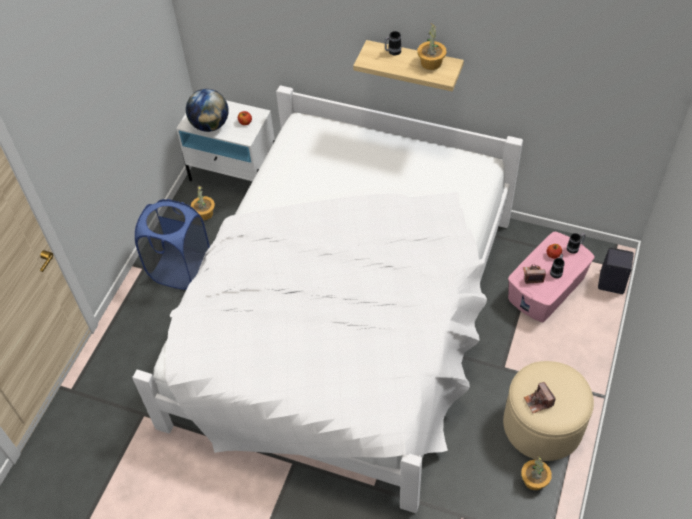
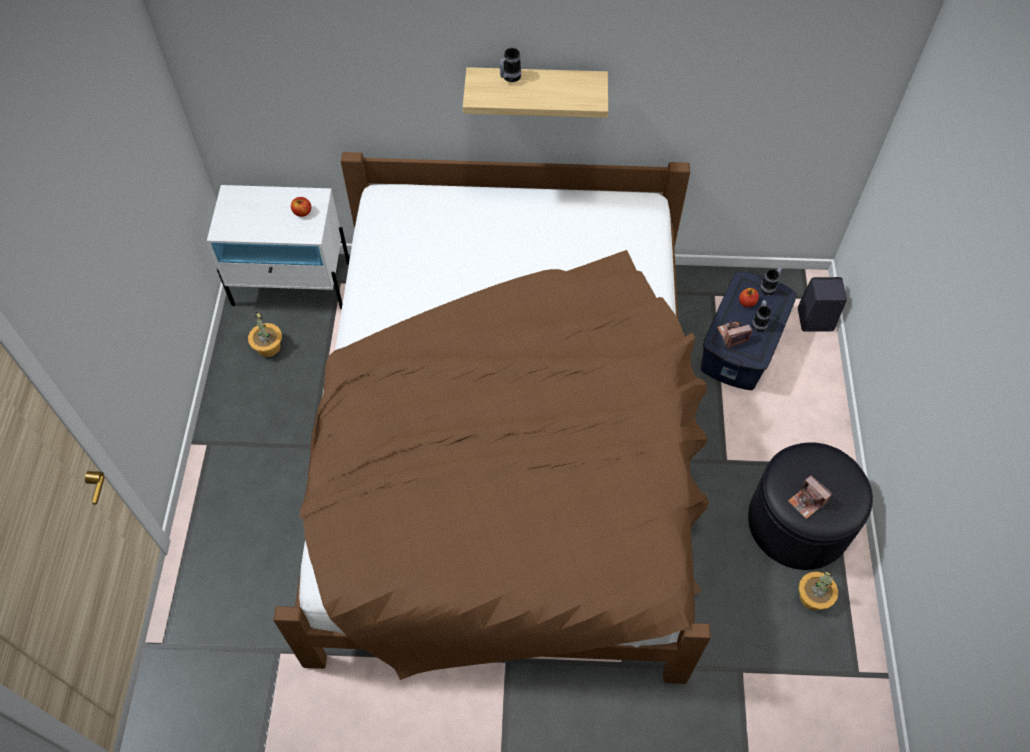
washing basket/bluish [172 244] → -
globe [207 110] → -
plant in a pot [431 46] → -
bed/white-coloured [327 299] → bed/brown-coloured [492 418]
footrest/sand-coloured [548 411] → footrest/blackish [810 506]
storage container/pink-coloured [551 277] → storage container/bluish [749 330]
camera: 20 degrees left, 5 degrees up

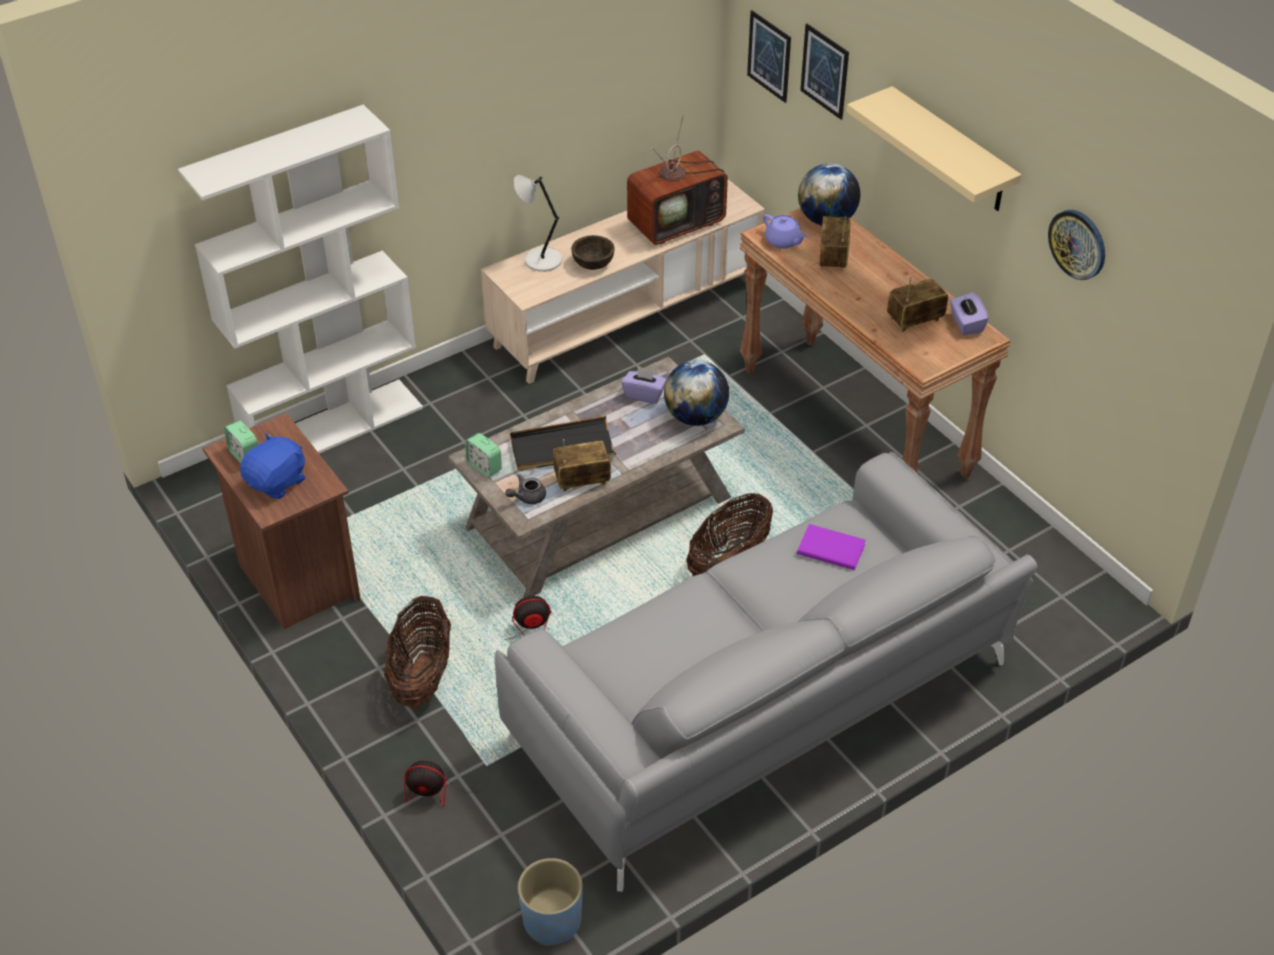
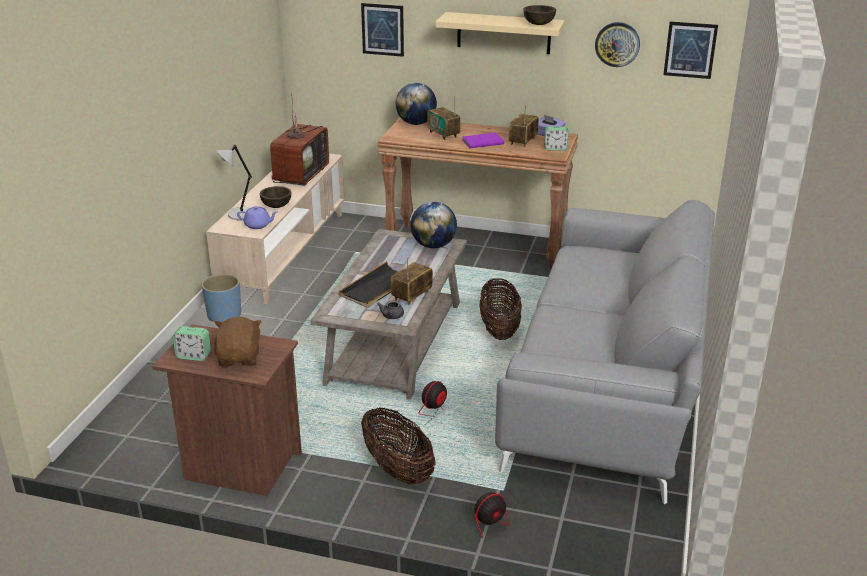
bookshelf/white-coloured [300 278] → -
tissue holder/purple [644 385] → -
- → bowl/brown-coloured [540 15]
alarm clock [483 455] → alarm clock [556 138], move
flower pot/bluish [550 902] → flower pot/bluish [221 298], move
picture [769 56] → picture [690 50], move
pot for tea/purple [785 231] → pot for tea/purple [257 217], move
bound book/purple [831 547] → bound book/purple [483 140], move
plush toy/bluish [272 466] → plush toy/brown-coloured [238 341]
camera: 40 degrees left, 15 degrees down

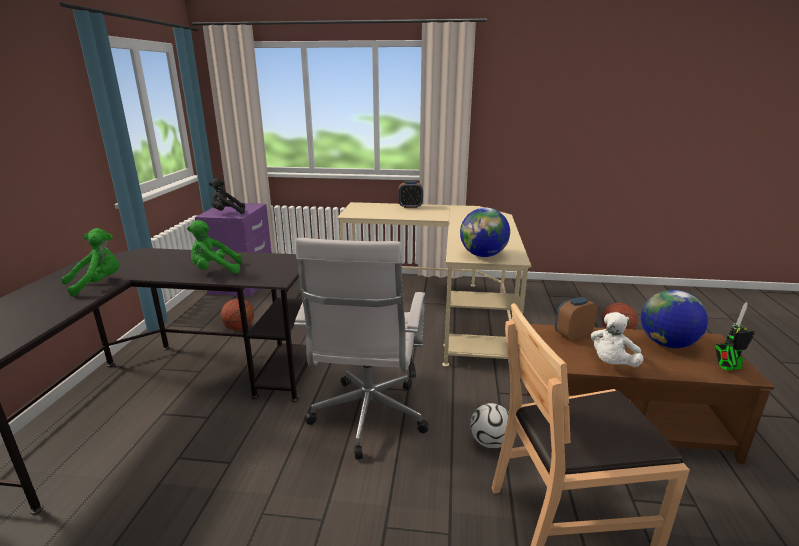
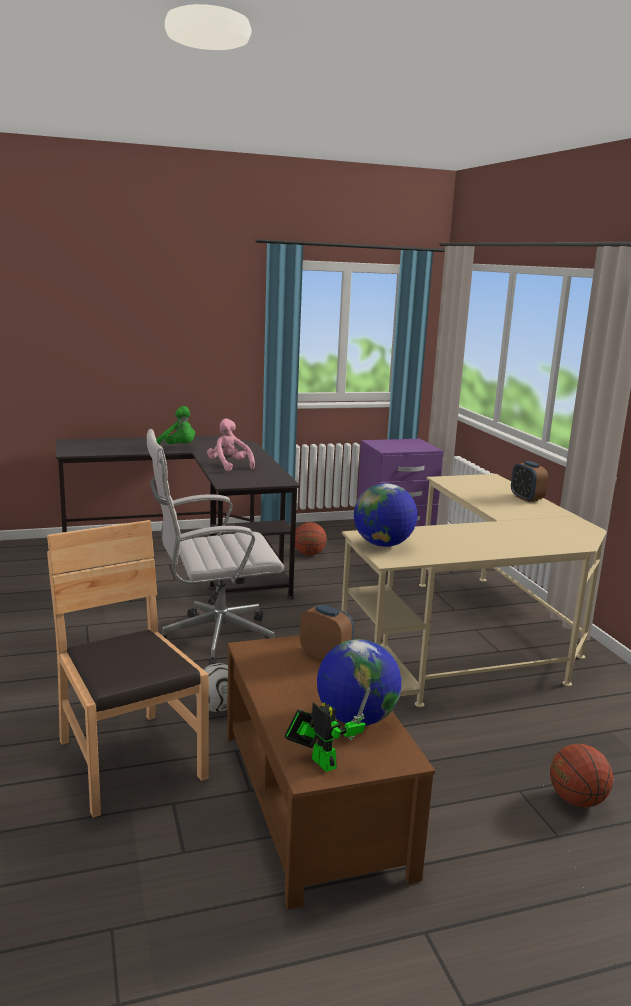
plush toy/blackish [227 196] → -
plush toy/white-coloured [617 339] → -
plush toy/green [214 247] → plush toy/pink-coloured [231 445]
camera: 65 degrees right, 5 degrees down

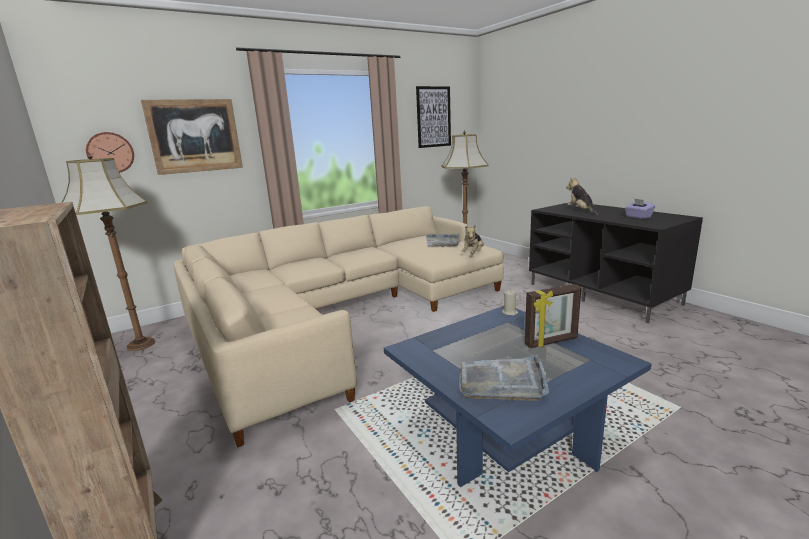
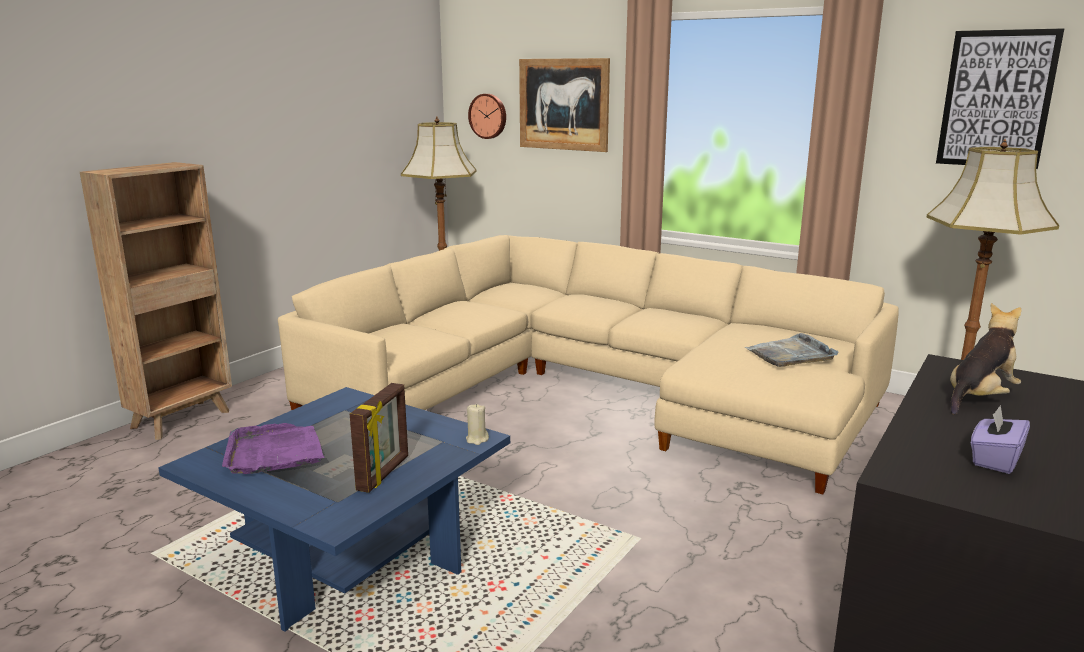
plush toy [472 239] → -
serving tray/greyish [504 378] → serving tray/purple [273 448]
picture frame [553 316] → picture frame [379 438], 120 degrees counterclockwise
camera: 65 degrees right, 0 degrees up

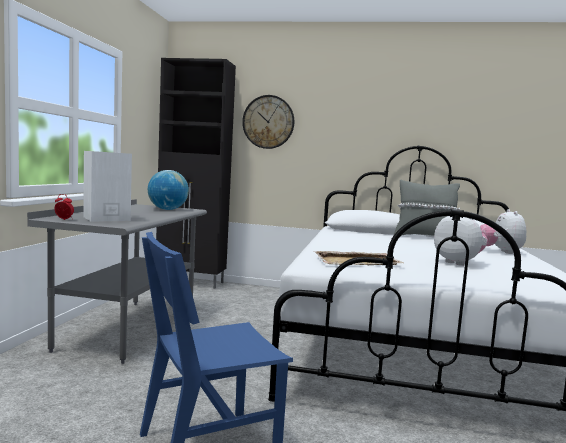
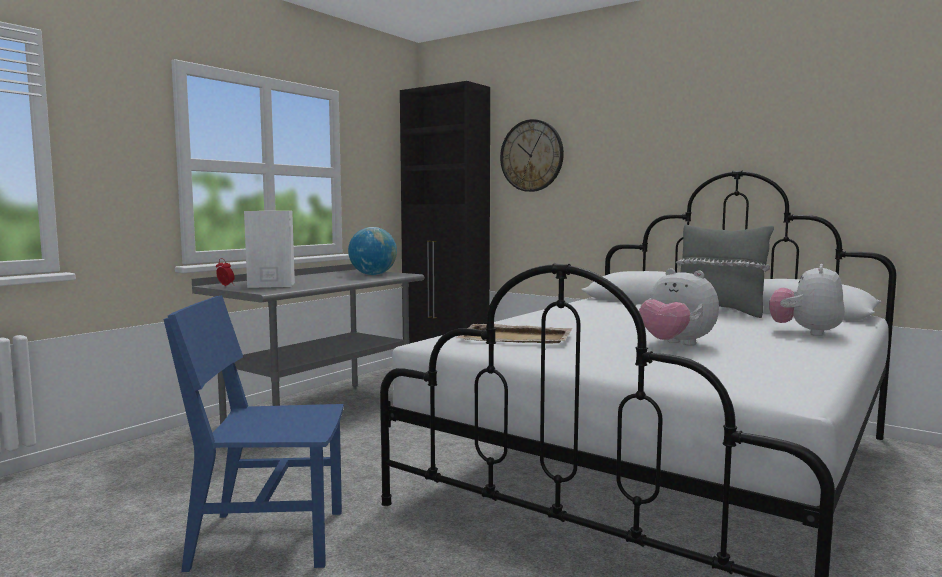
plush toy [461 241] → plush toy [679 307], 150 degrees clockwise
camera: 25 degrees right, 0 degrees up

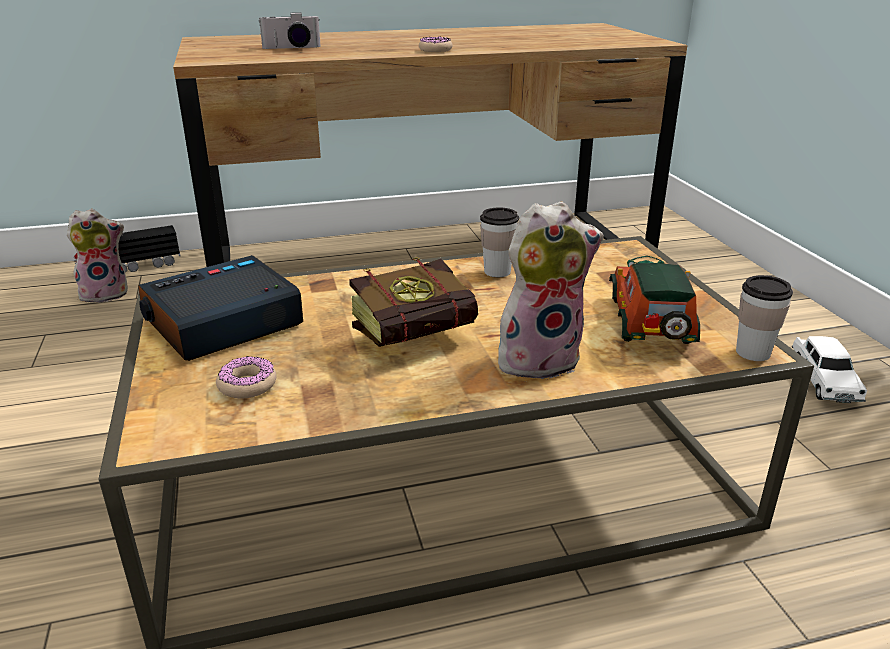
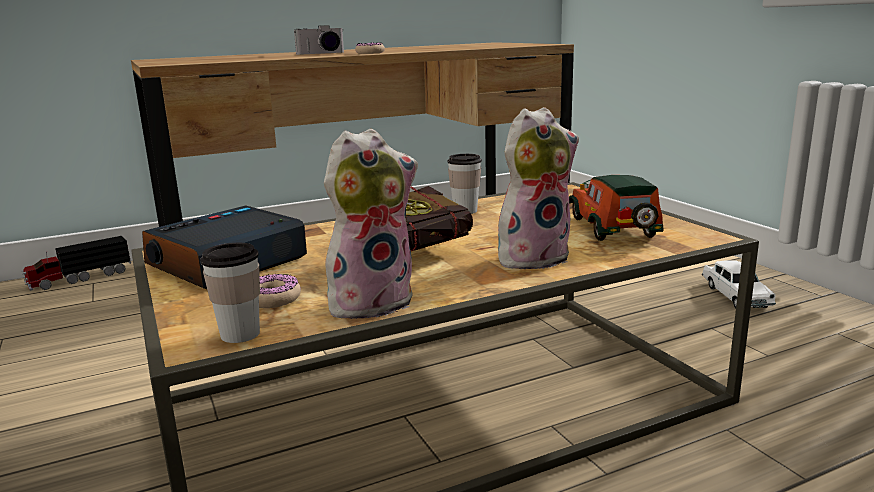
plush toy [97 256] → plush toy [371 225], move
photo camera [289 30] → photo camera [319 40], move
cup [764 318] → cup [230 293], move
camera: 10 degrees left, 10 degrees down

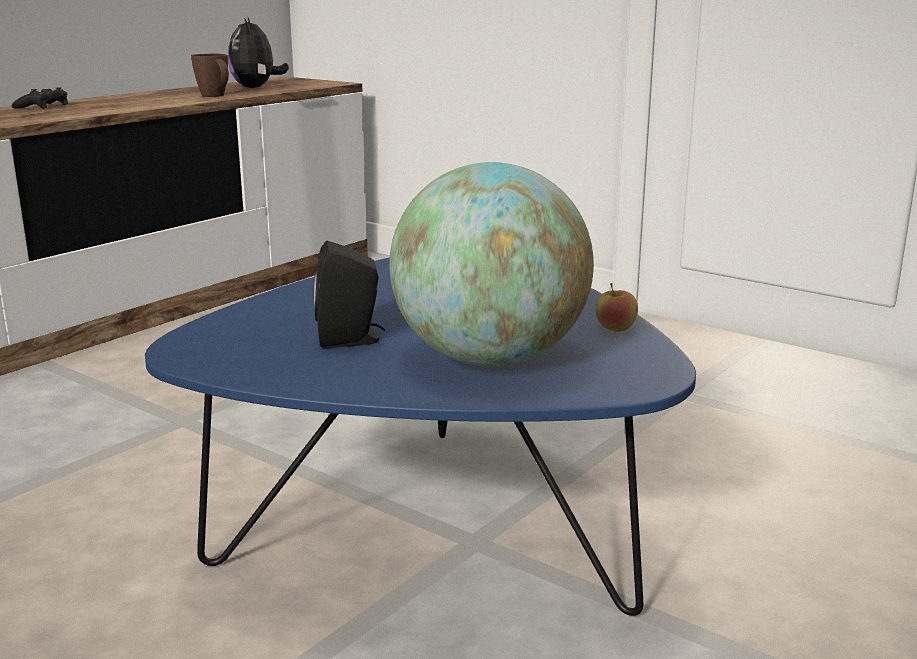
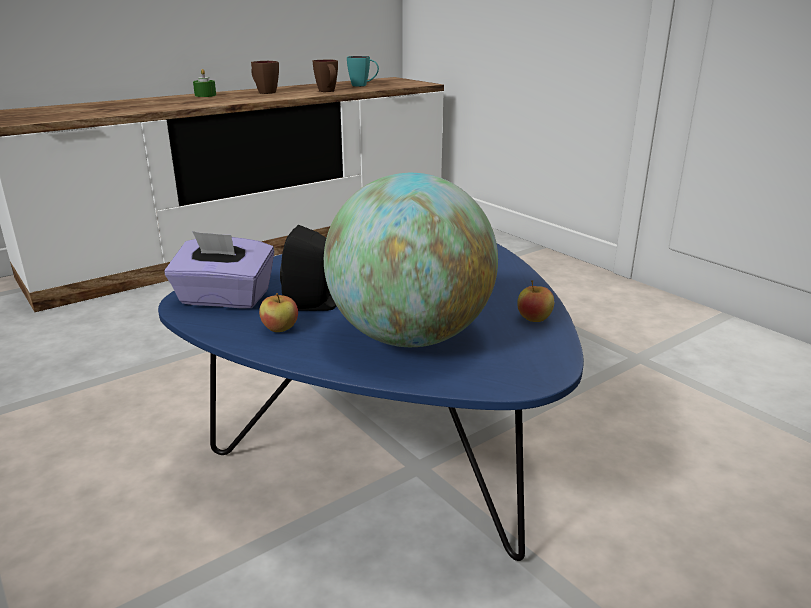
- → tissue holder/purple [219 269]
- → coffee mug/brown-coloured [265 77]
- → apple fruit [278 312]
gamepad/blackish [40 98] → wax candle/green [204 83]
plush toy [258 52] → coffee mug/turquoise [363 71]
camera: 15 degrees right, 5 degrees up

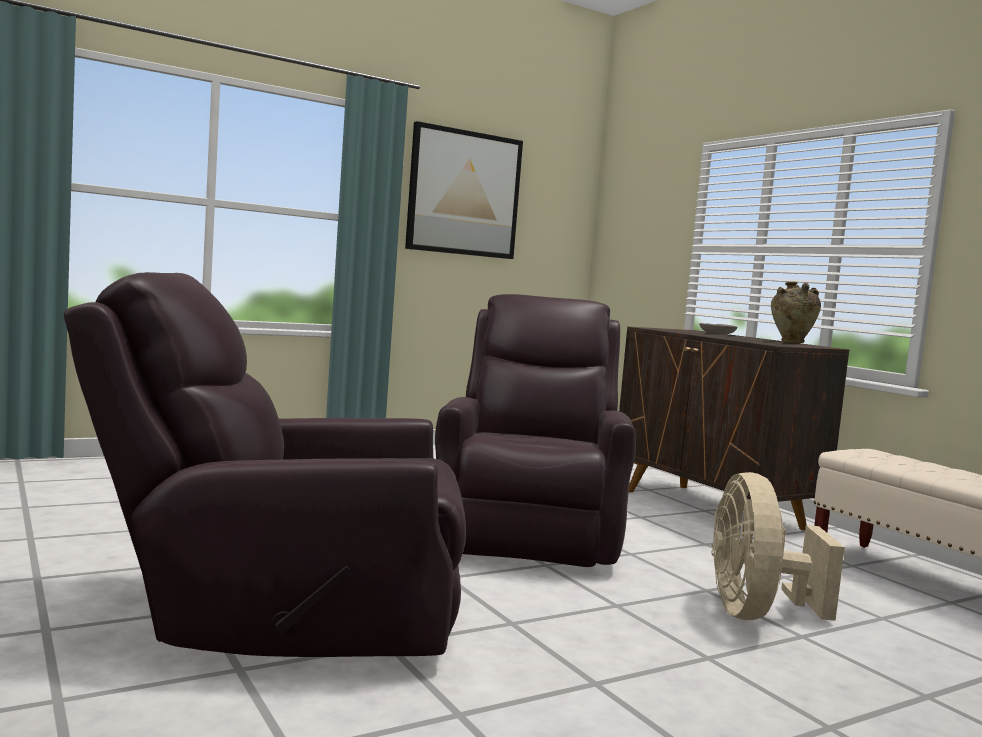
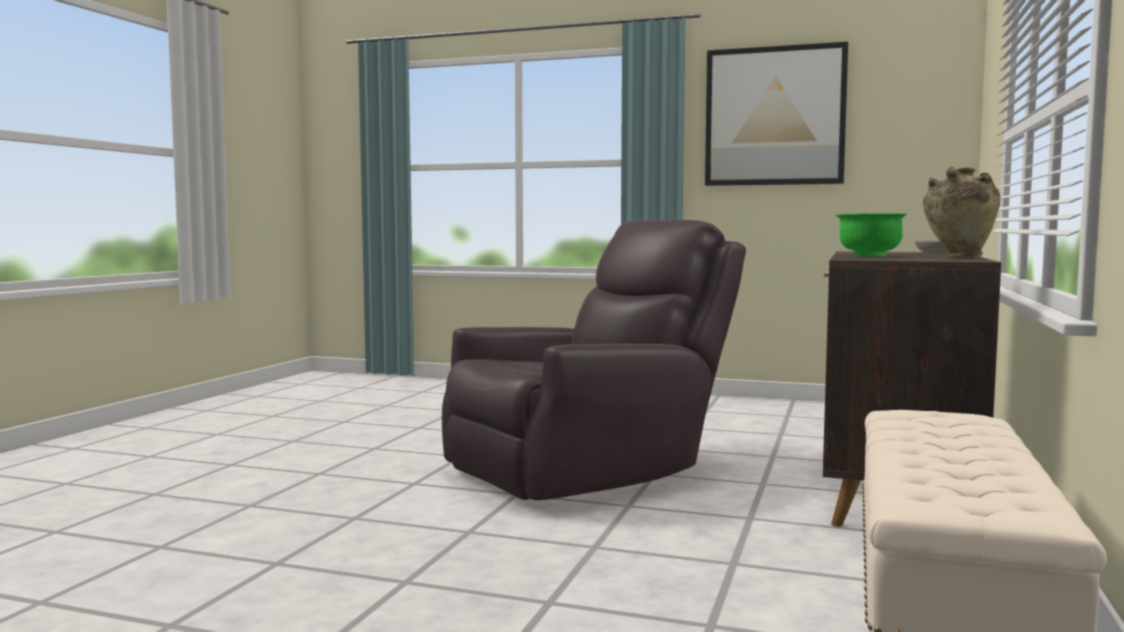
easy chair/brown-coloured [264 464] → -
cooling fan/sand-coloured [778 546] → -
- → bowl/green [871 235]
camera: 50 degrees right, 0 degrees up

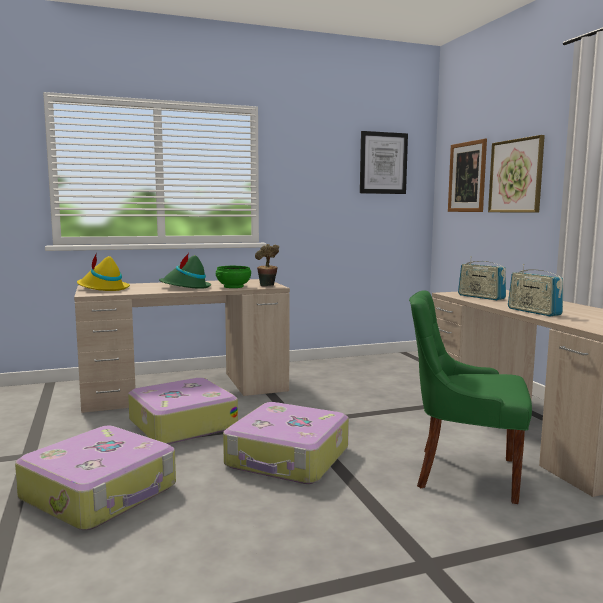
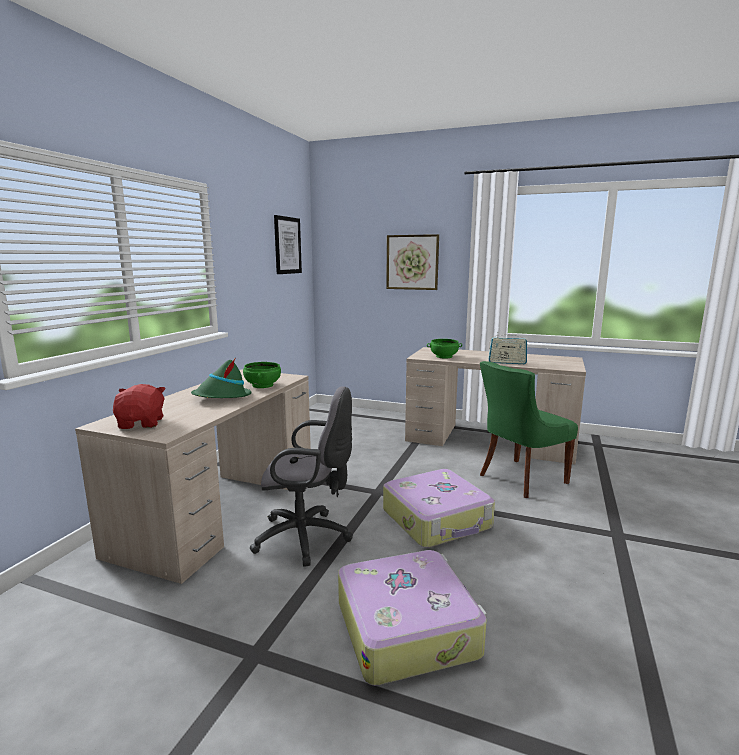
plant in a pot [267 265] → -
picture [467 175] → -
hat/yellow-coloured [103 272] → plush toy/red [139 406]
travel case [183 411] → desk chair/greyish [301 476]
radio [482 278] → bowl/green [444 348]
camera: 50 degrees left, 5 degrees up

